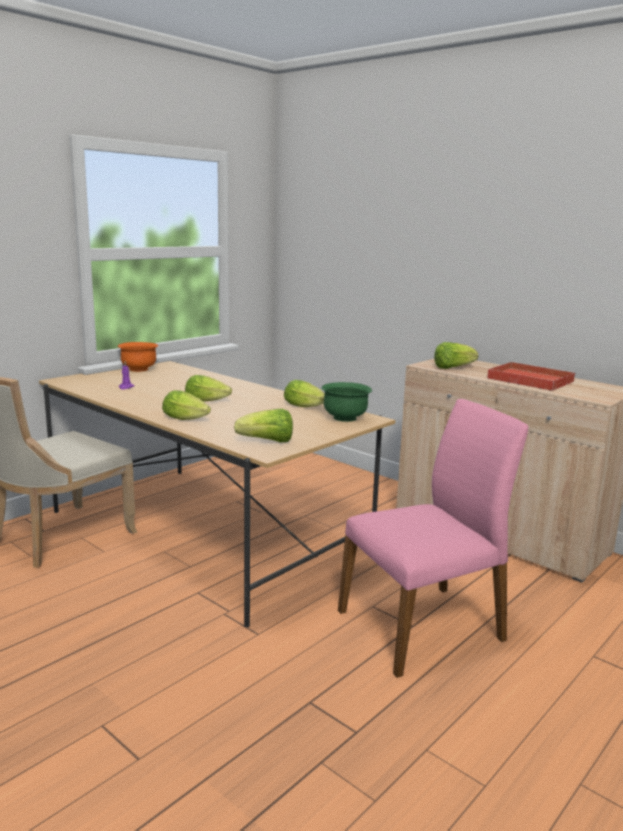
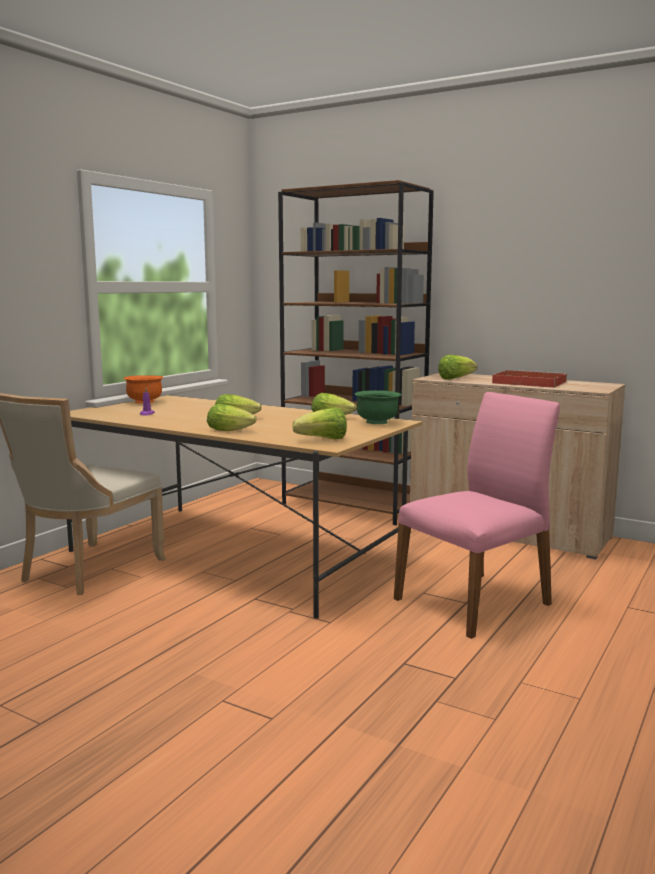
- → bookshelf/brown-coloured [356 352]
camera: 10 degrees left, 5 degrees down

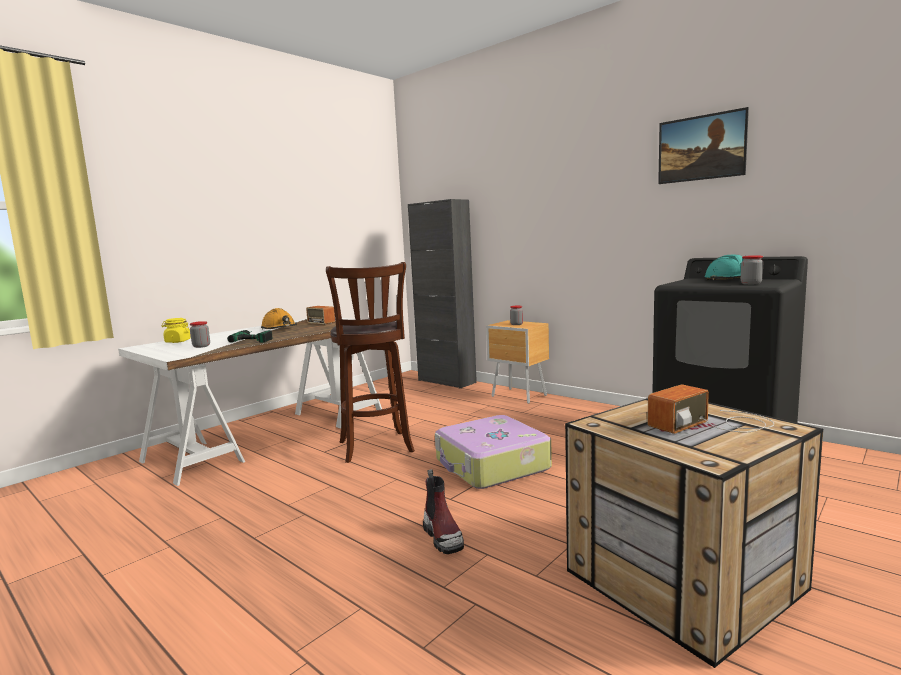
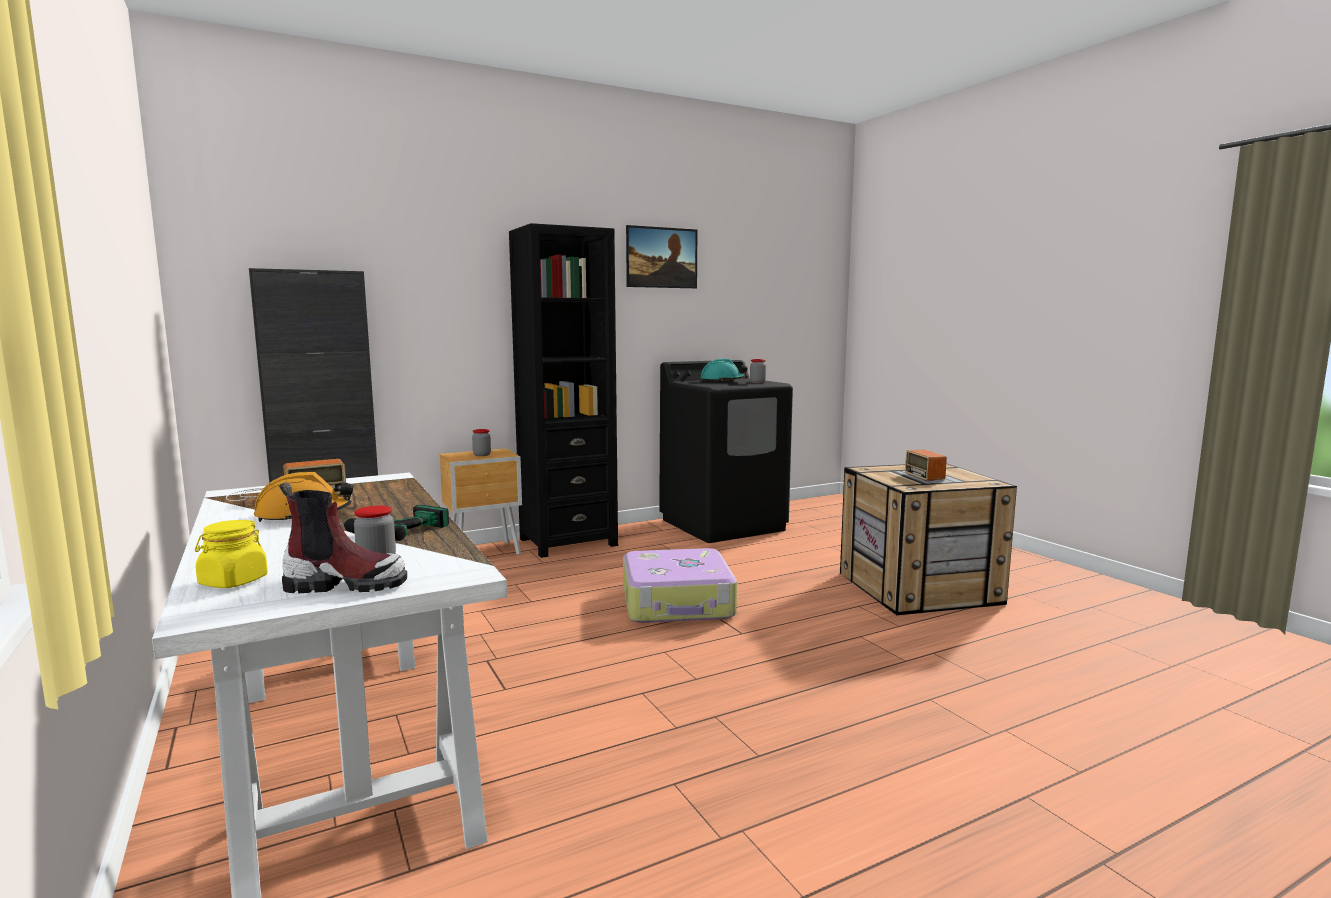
stool seat/brown-coloured [370 362] → -
- → bookshelf/blackish [563 390]
boot [443 511] → boot [343 537], move
camera: 70 degrees left, 0 degrees up

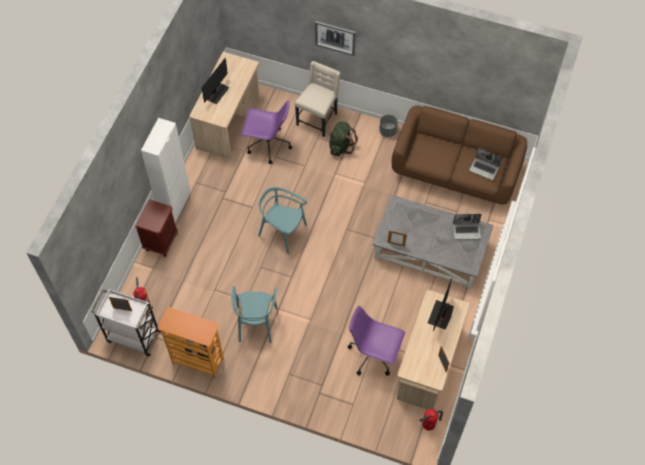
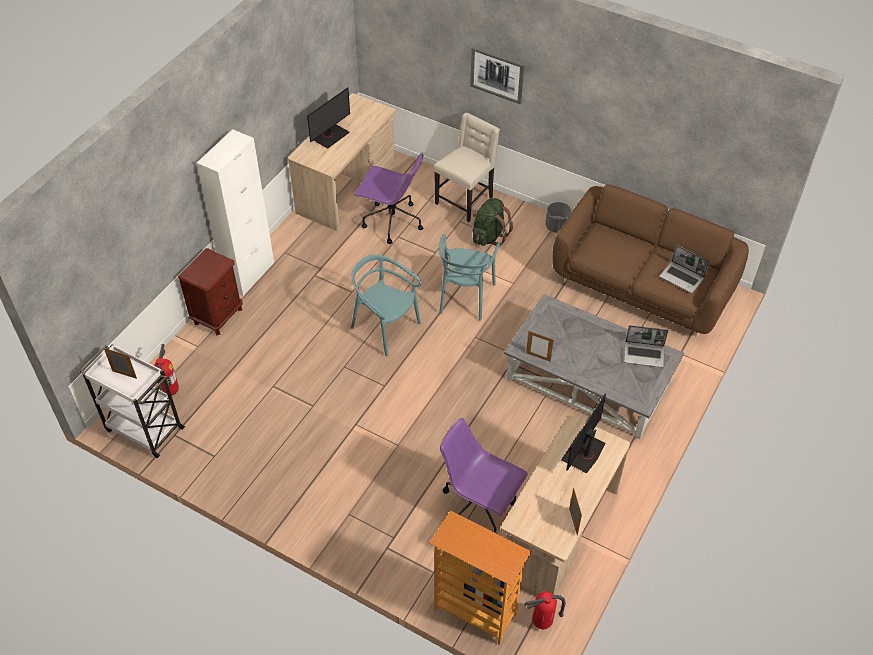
bookshelf [190 343] → bookshelf [481 578], move
upright chair/turquoise [254 314] → upright chair/turquoise [469 277], move
camera: 10 degrees right, 10 degrees down

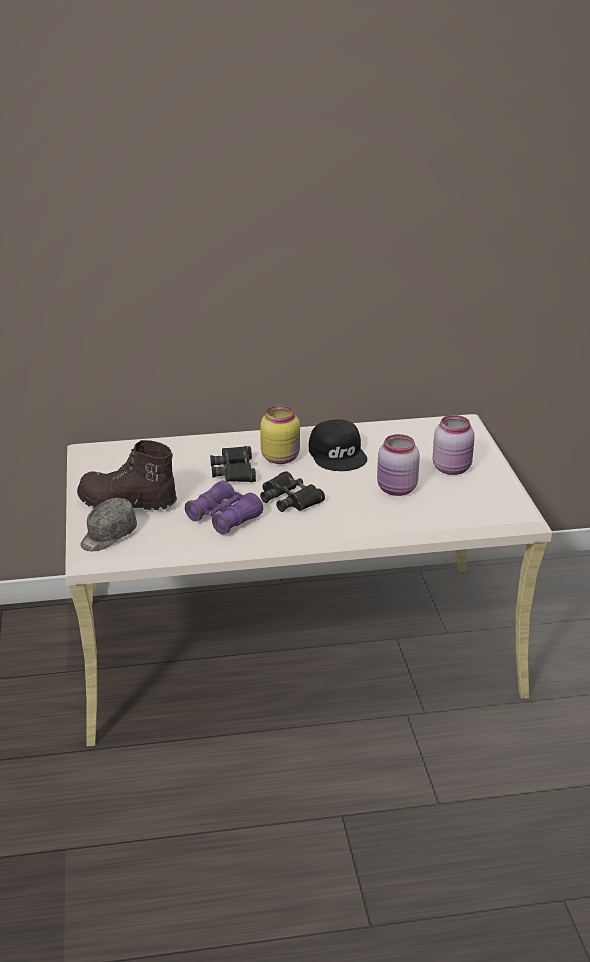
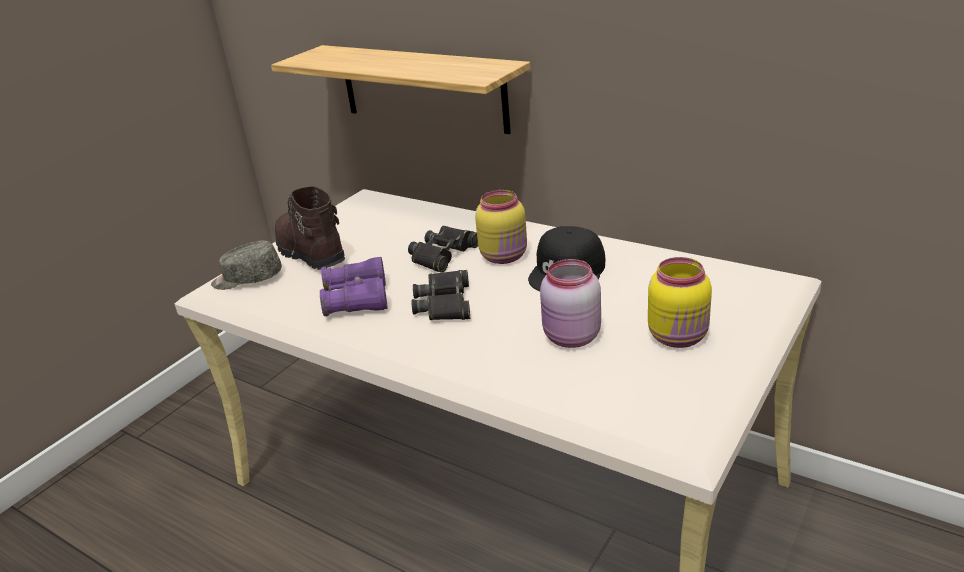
- → bracket shelf [400 89]
storage jar/pink-coloured [454 445] → storage jar/yellow-coloured [680 302]
camera: 45 degrees right, 0 degrees up

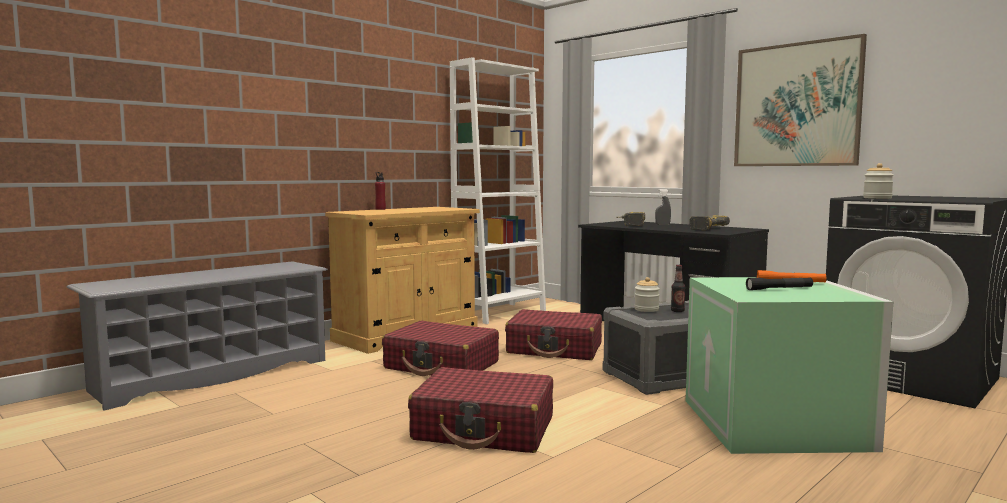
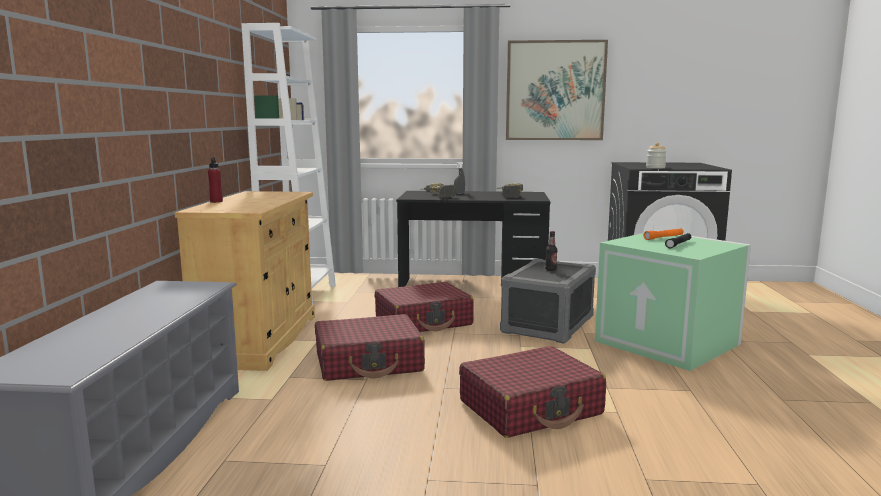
storage jar [647 294] → -
camera: 40 degrees left, 5 degrees up

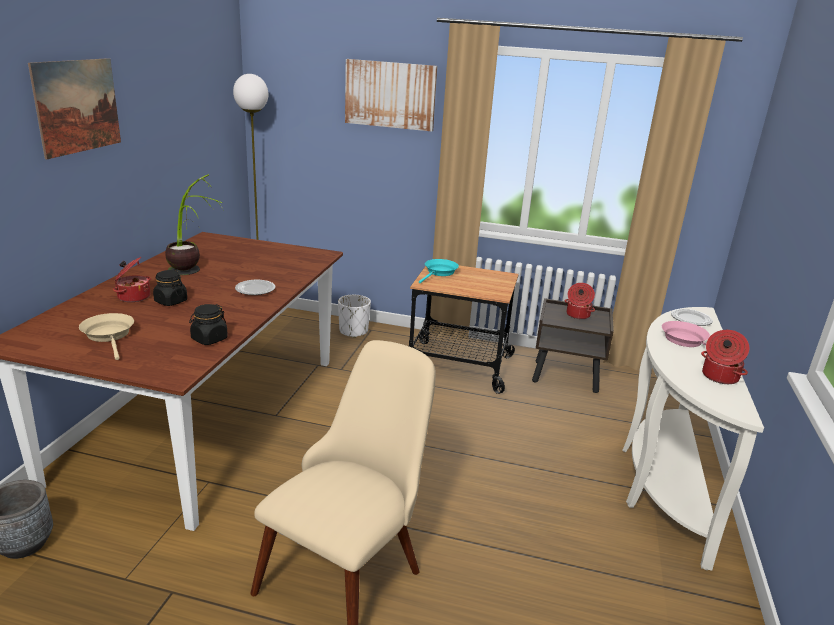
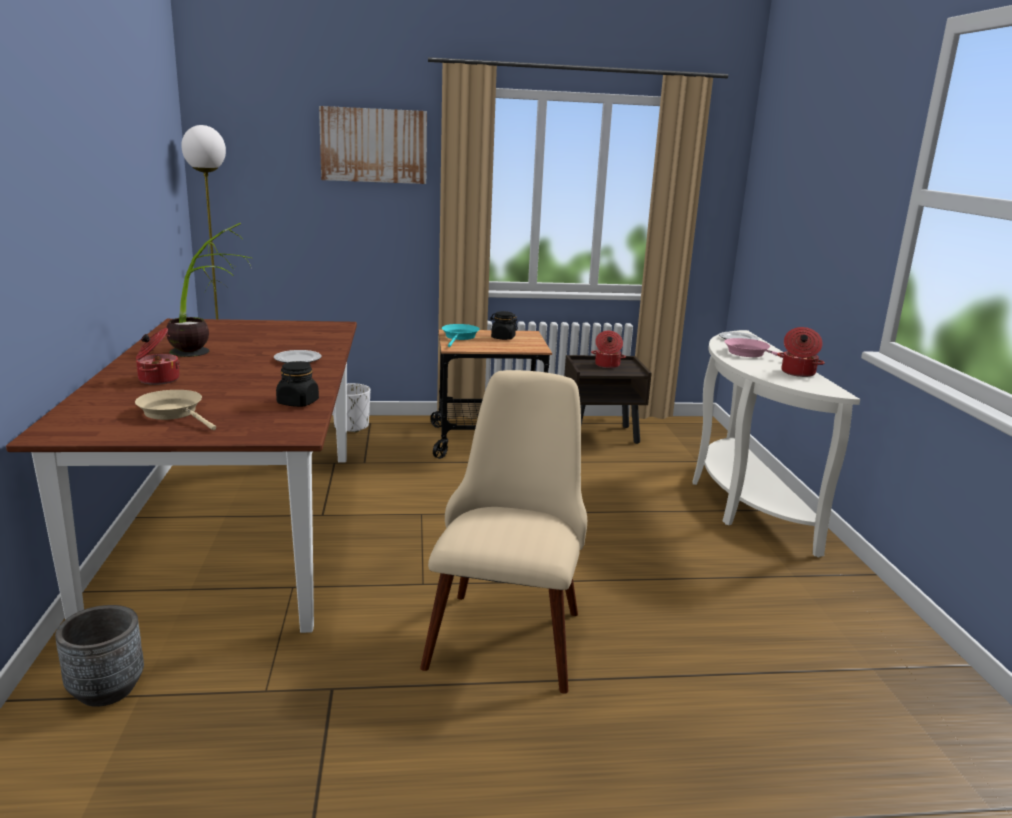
picture [74 108] → -
storage jar/blackish [170 288] → storage jar/blackish [504 325], move
camera: 20 degrees left, 5 degrees down

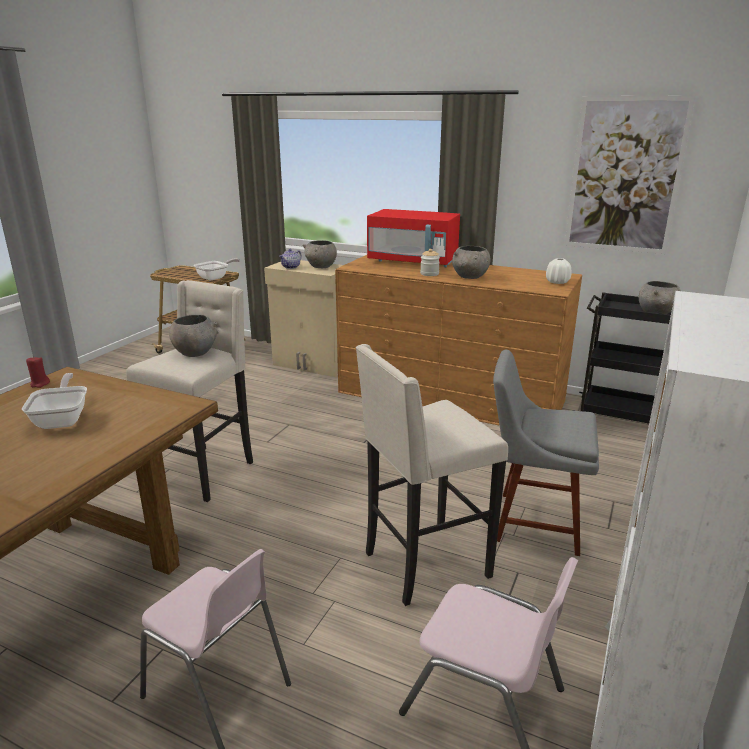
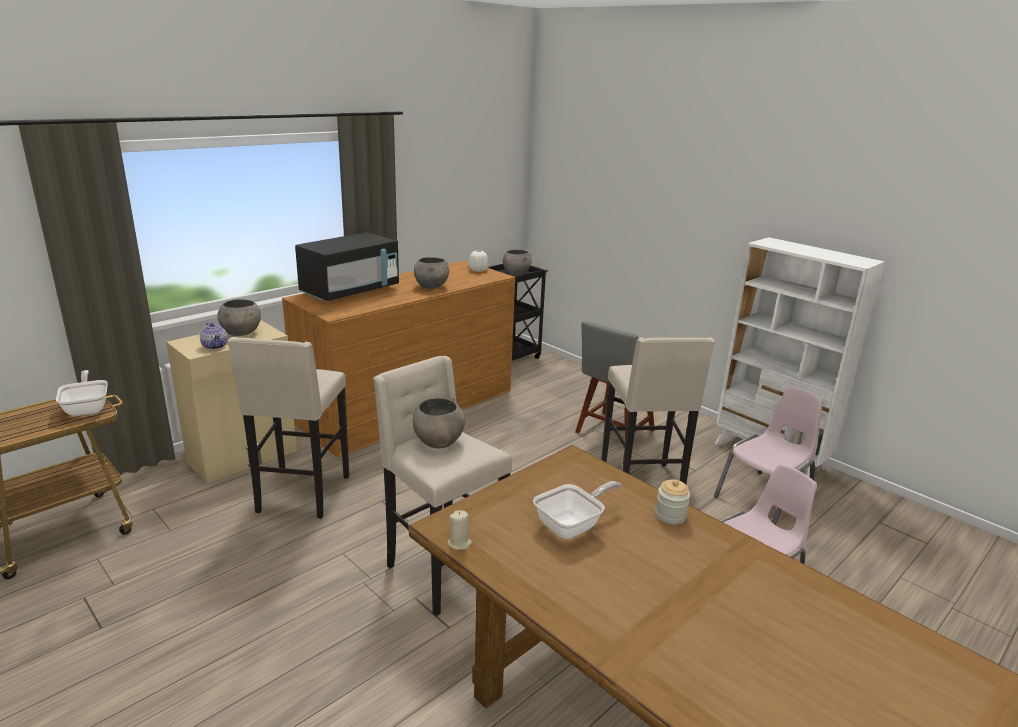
picture [630 174] → -
- → stool seat/sand-coloured [288 428]
storage jar [430 262] → storage jar [672 501], move
wax candle/red [38 372] → wax candle/sand-coloured [459 530]
microwave/red [413 238] → microwave/blackish [347 267]
skillet [54 401] → skillet [577 510], 135 degrees clockwise
camera: 70 degrees left, 0 degrees up

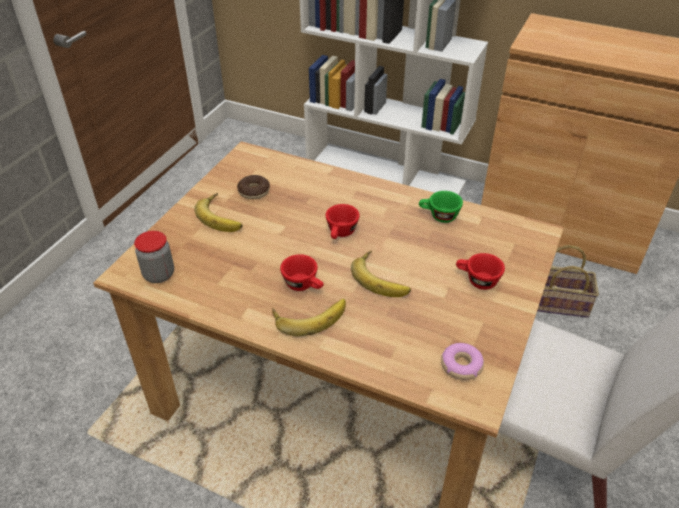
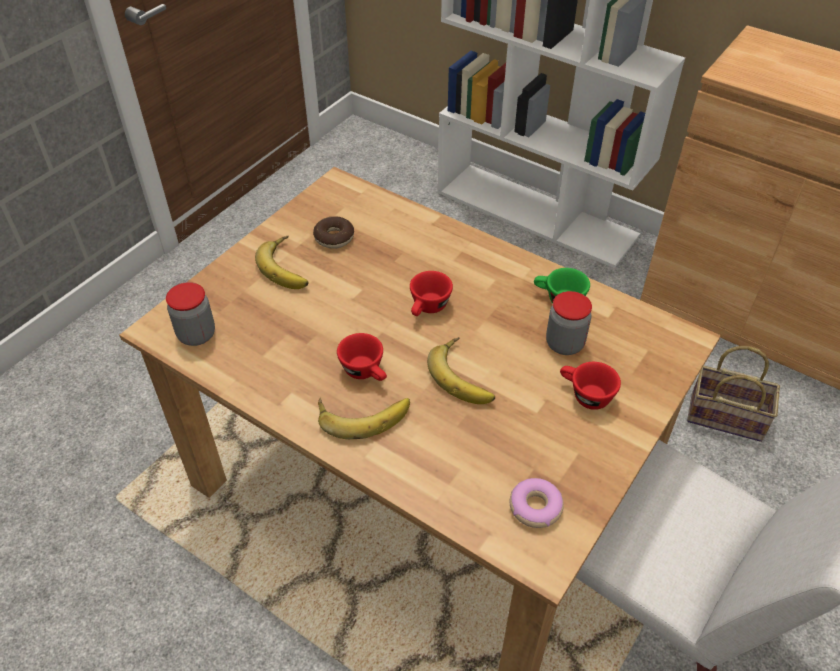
- → storage jar [569 323]
camera: 10 degrees right, 5 degrees up

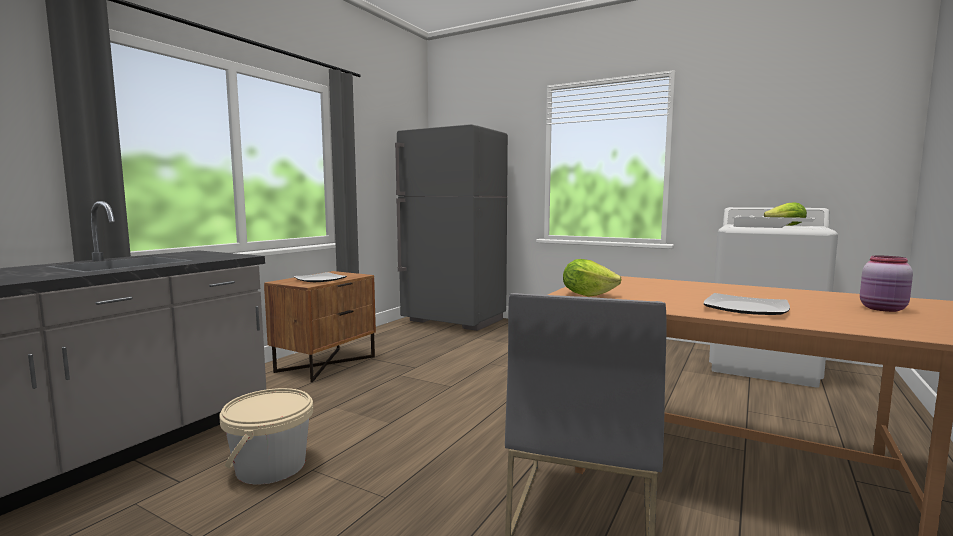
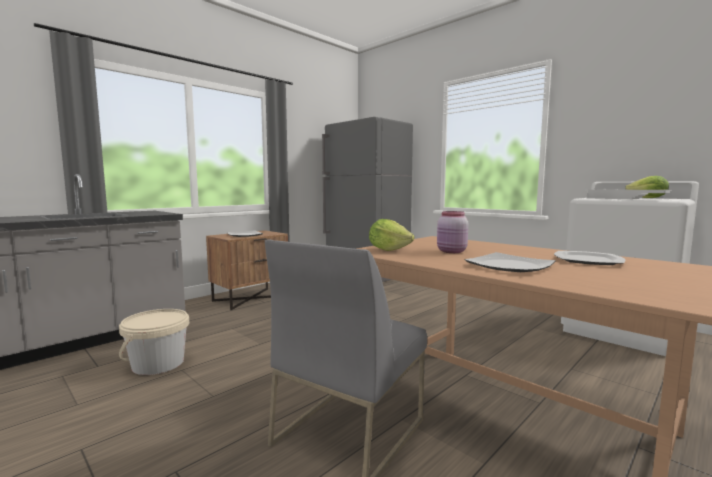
- → dinner plate [590 258]
storage jar/pink-coloured [886 284] → storage jar/pink-coloured [452 232], move
camera: 15 degrees right, 0 degrees up

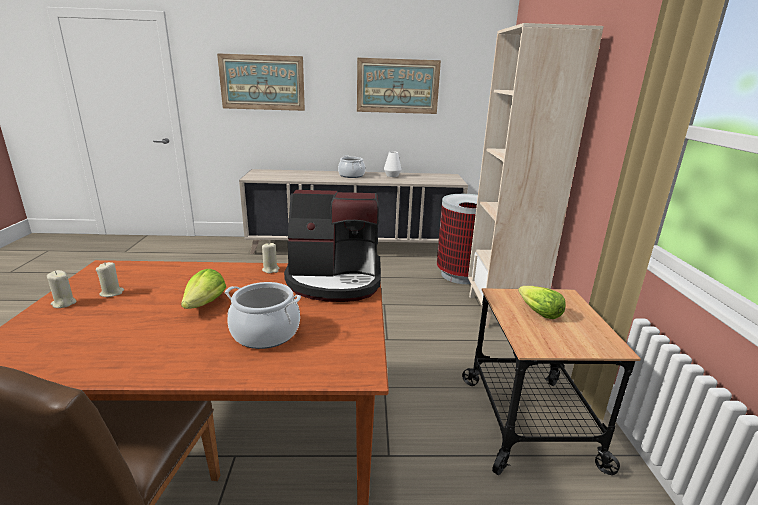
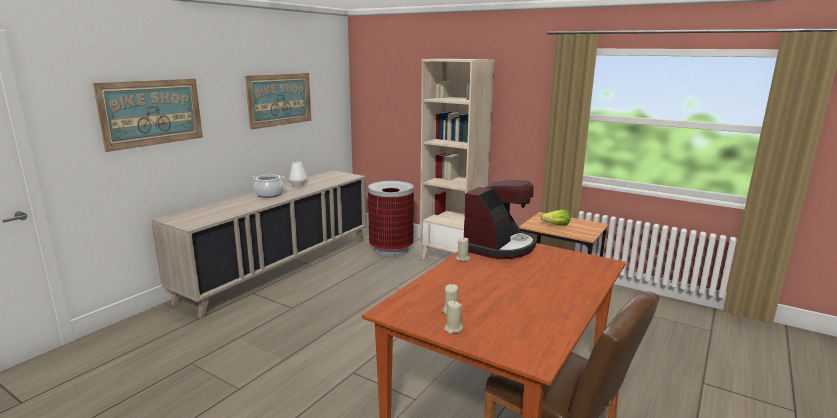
head of lettuce [203 289] → -
saucepot [263 315] → -
camera: 55 degrees left, 5 degrees down

